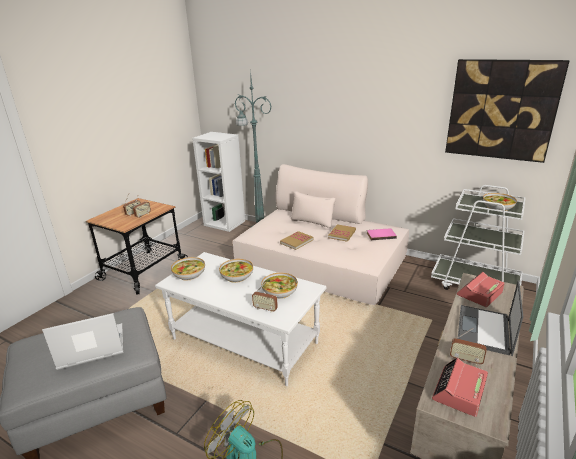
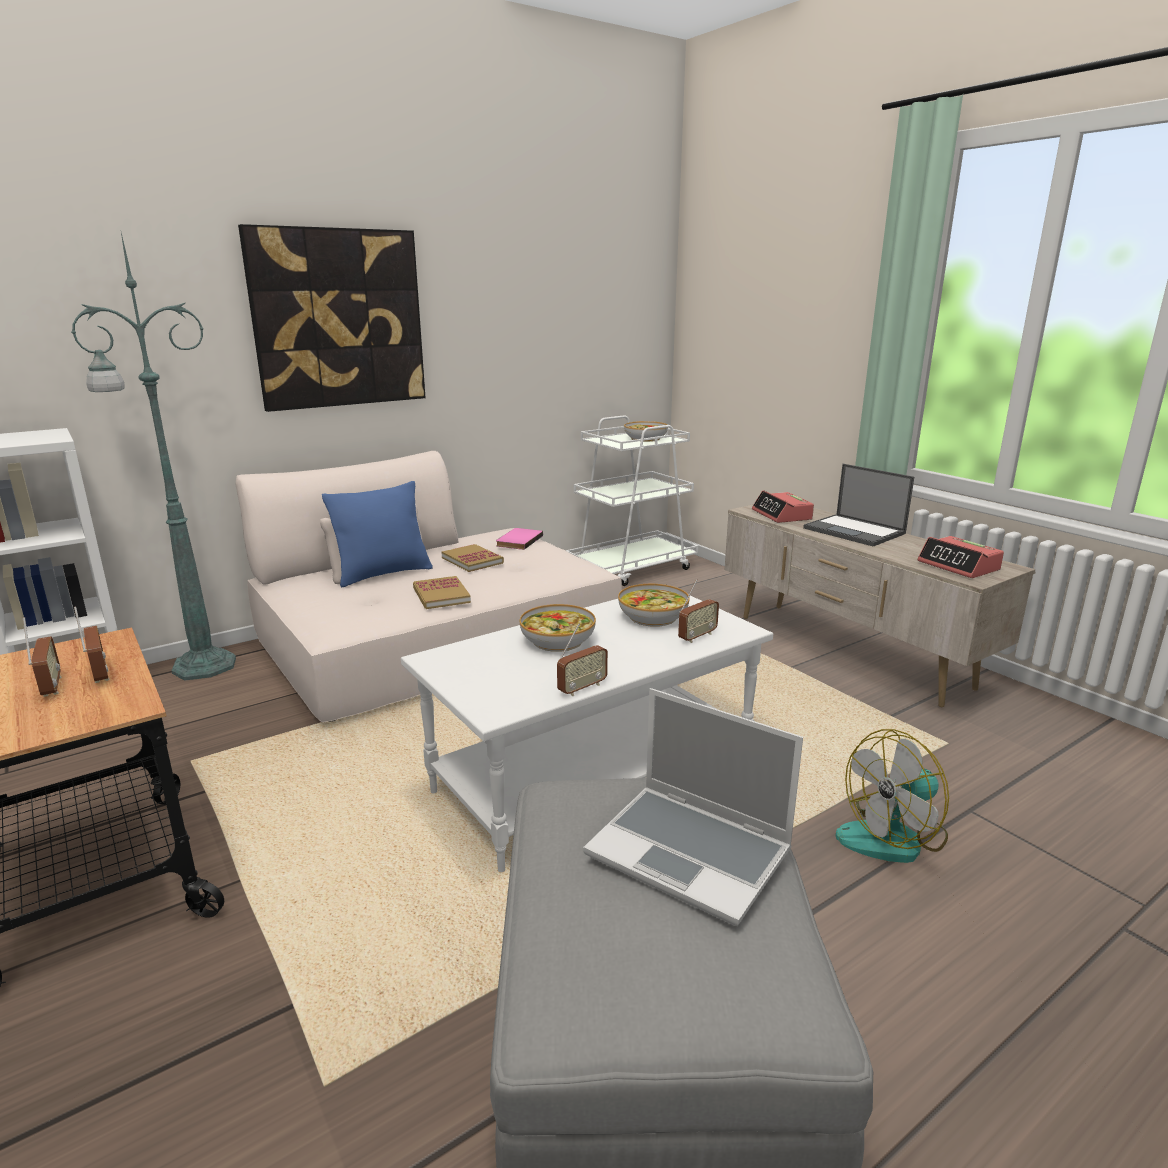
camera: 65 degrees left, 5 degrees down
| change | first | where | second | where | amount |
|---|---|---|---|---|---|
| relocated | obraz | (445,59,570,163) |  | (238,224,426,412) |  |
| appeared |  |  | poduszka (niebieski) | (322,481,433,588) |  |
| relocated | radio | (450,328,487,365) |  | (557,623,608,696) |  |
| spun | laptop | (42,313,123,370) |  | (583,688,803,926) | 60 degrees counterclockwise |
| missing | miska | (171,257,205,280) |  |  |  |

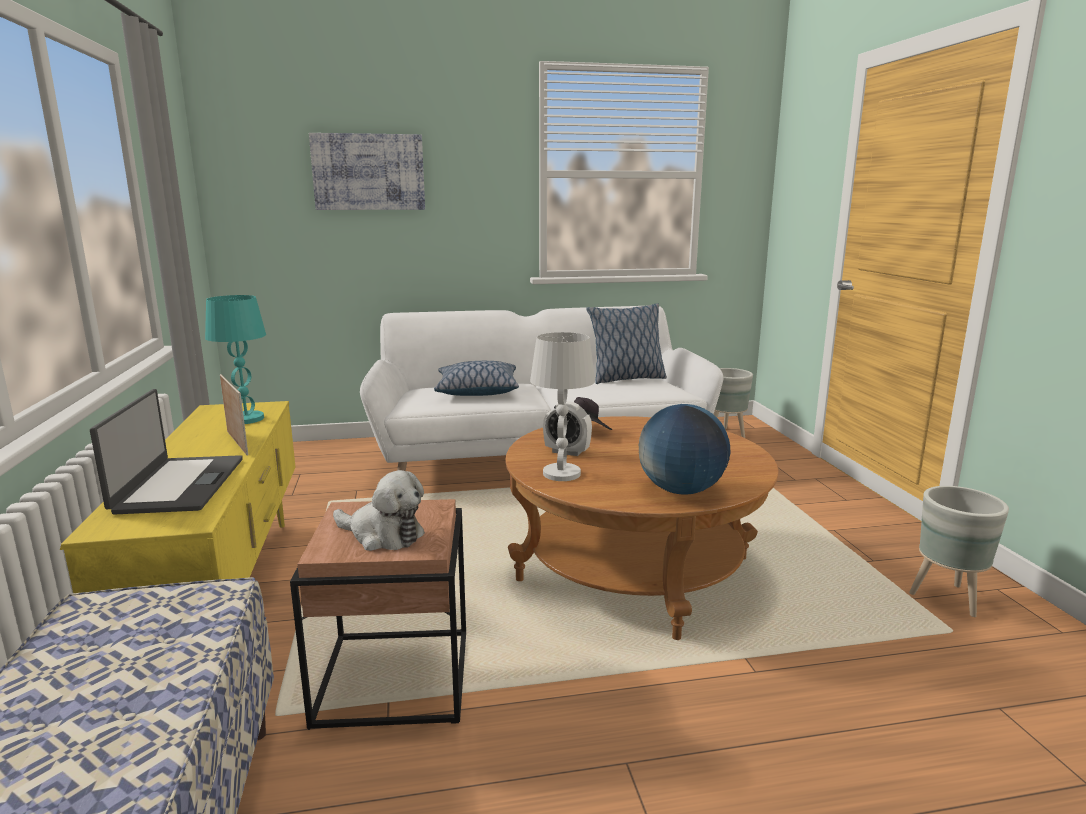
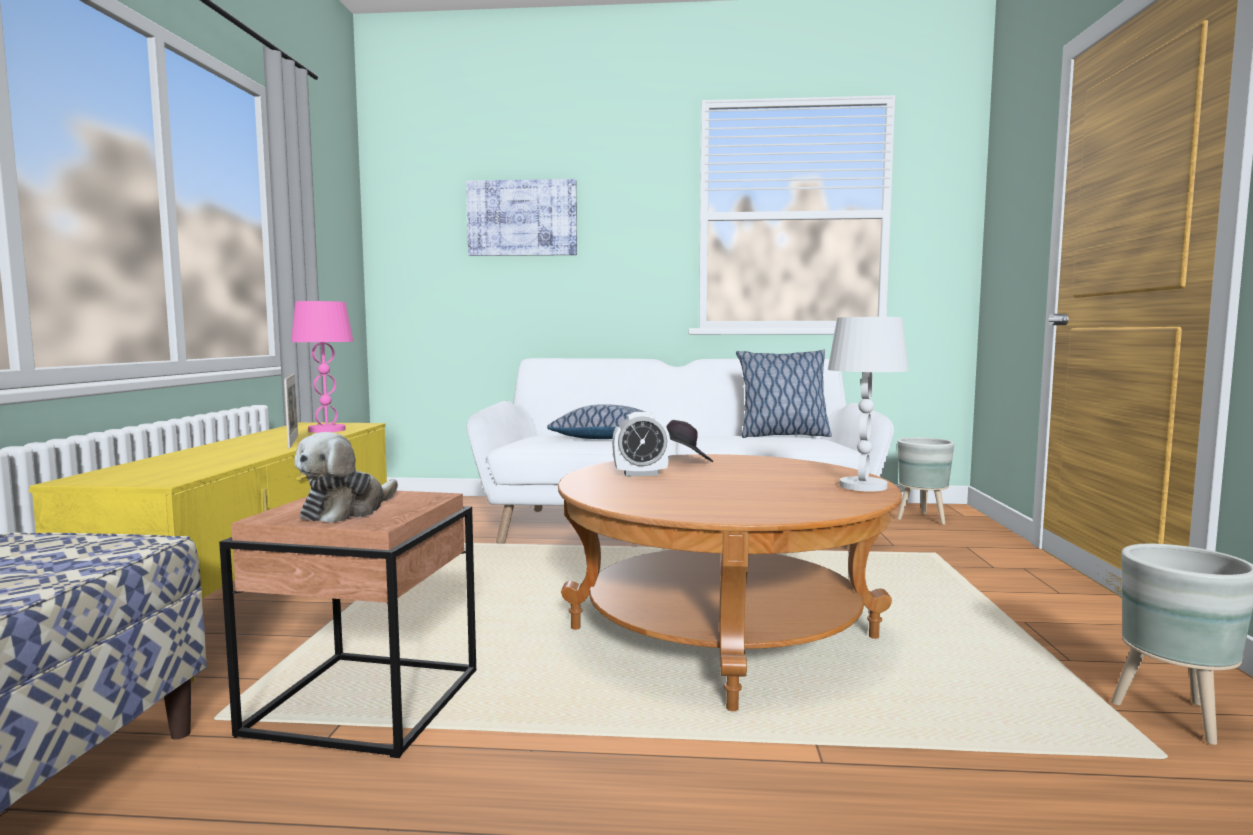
camera: 15 degrees right, 10 degrees down
| change | first | where | second | where | amount |
|---|---|---|---|---|---|
| colour | lampa stołowa (turkusowy) | (205,295,266,424) | lampa stołowa (różowy) | (291,301,354,433) |  |
| spun | pluszak | (333,470,425,551) |  | (294,432,398,523) | 75 degrees clockwise |
| spun | budzik | (543,401,592,456) |  | (612,412,670,476) | 45 degrees counterclockwise |
| relocated | lampa stołowa (biały) | (530,332,595,481) |  | (828,317,909,492) |  |
| missing | laptop | (90,389,243,515) |  |  |  |
| missing | globus | (639,404,730,495) |  |  |  |

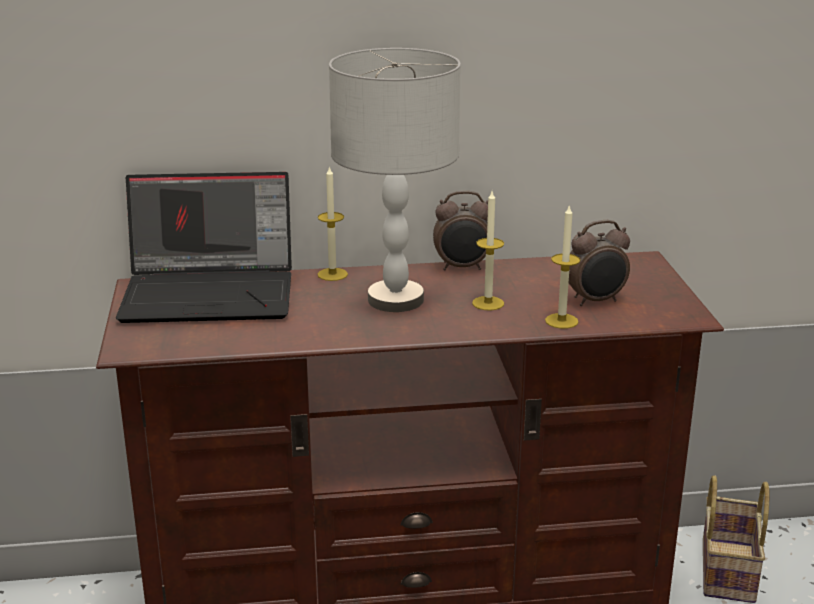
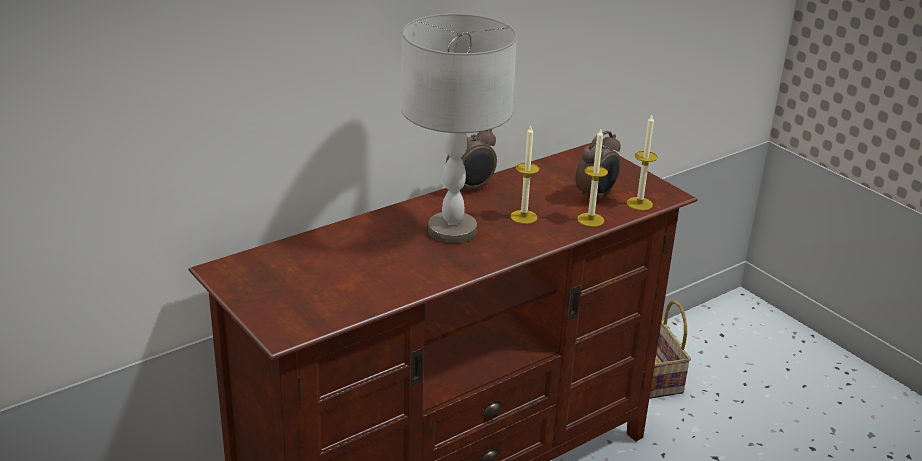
camera: 30 degrees left, 5 degrees up
| change | first | where | second | where | amount |
|---|---|---|---|---|---|
| relocated | świeca | (317,166,348,281) |  | (627,115,658,210) |  |
| missing | laptop | (116,172,292,323) |  |  |  |

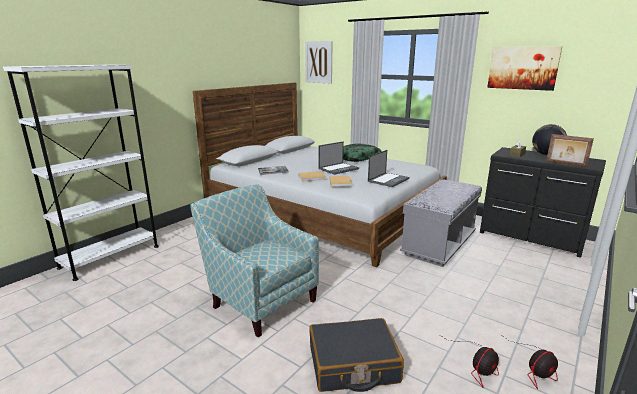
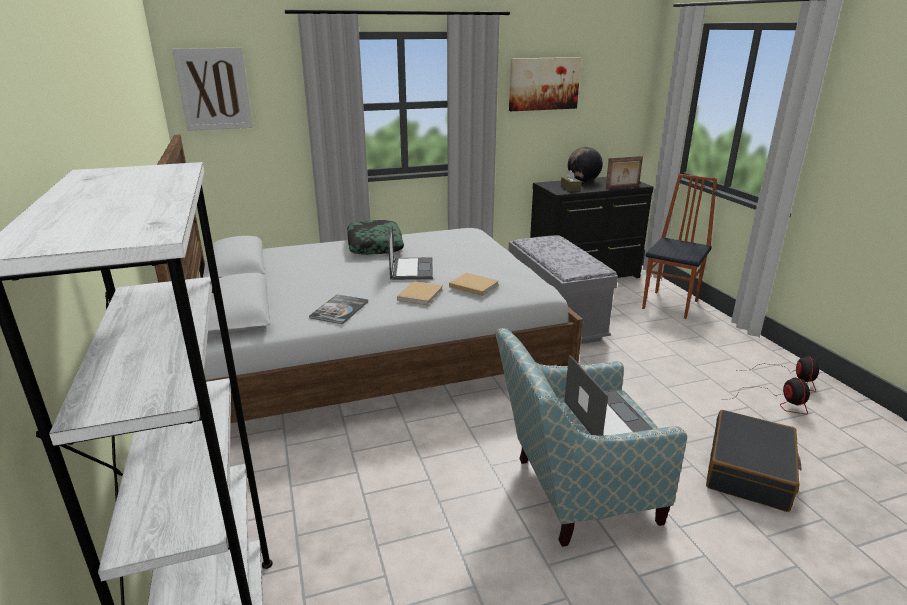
camera: 55 degrees left, 5 degrees up
| change | first | where | second | where | amount |
|---|---|---|---|---|---|
| relocated | laptop | (368,150,409,187) |  | (564,355,653,435) |  |
| appeared |  |  | krzesło | (642,174,717,319) |  |

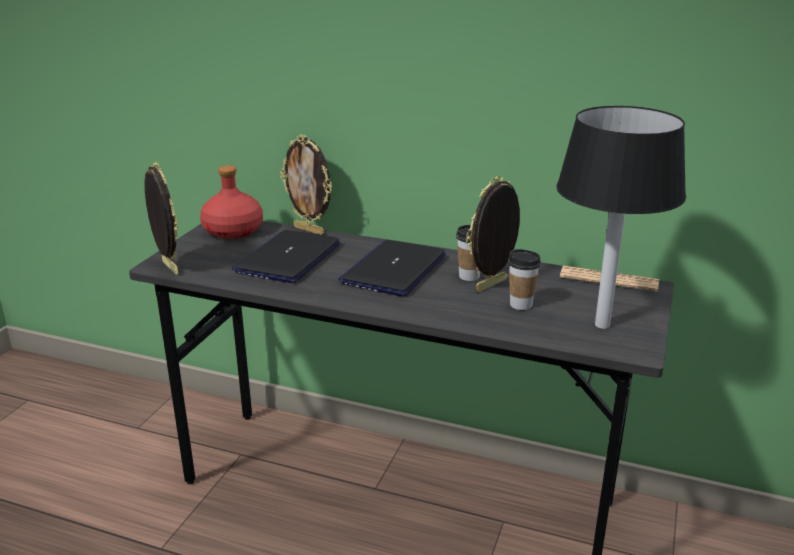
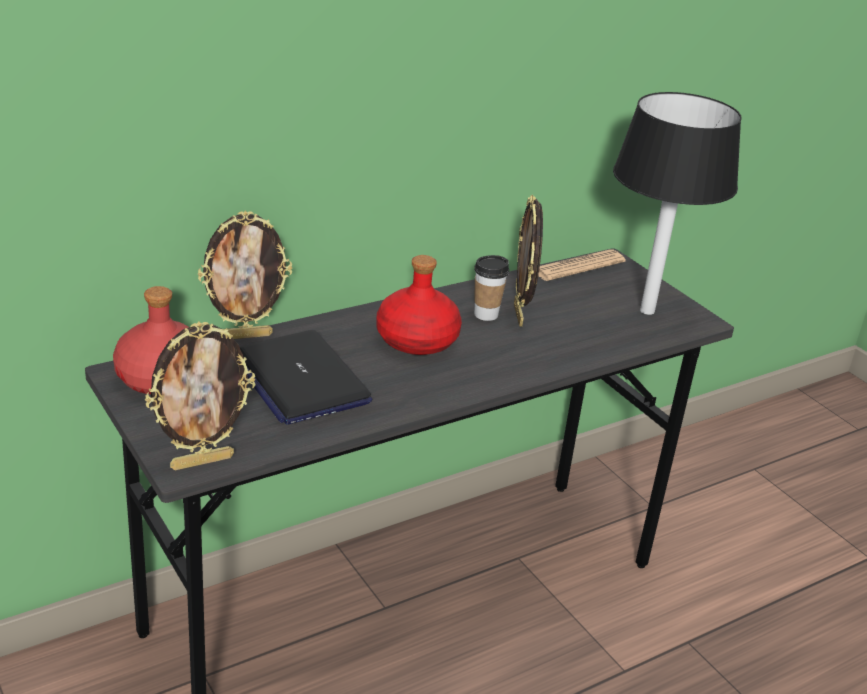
camera: 55 degrees left, 5 degrees up
| change | first | where | second | where | amount |
|---|---|---|---|---|---|
| spun | ramka na zdjęcie | (144,162,178,275) |  | (145,322,255,470) | 150 degrees clockwise |
| exchanged | laptop | (339,240,446,296) | butelka (czerwony) | (376,255,462,355) |  |
| missing | filiżanka | (508,249,541,310) |  |  |  |

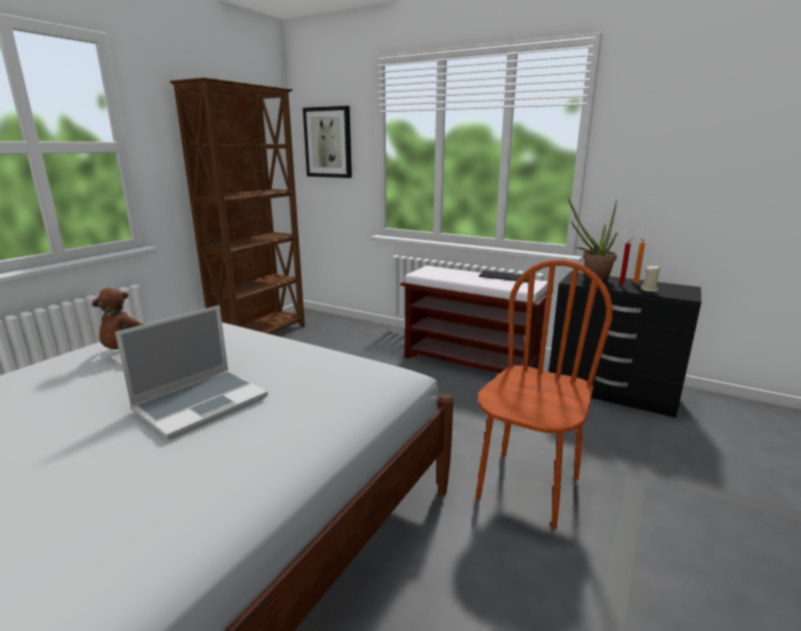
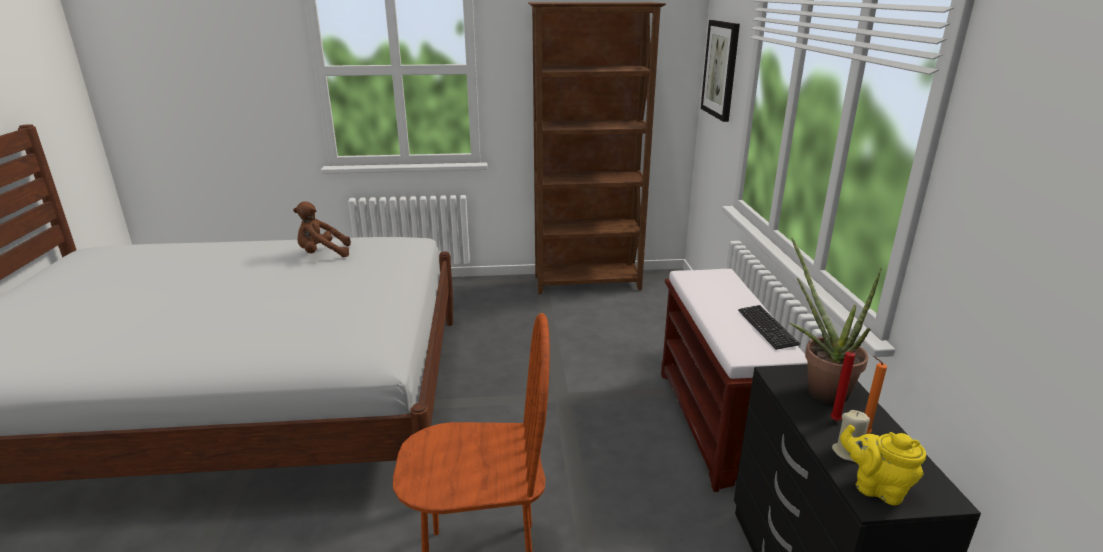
camera: 55 degrees right, 5 degrees up
| change | first | where | second | where | amount |
|---|---|---|---|---|---|
| appeared |  |  | imbryk (żółty) | (840,425,926,505) |  |
| missing | laptop | (115,305,268,439) |  |  |  |

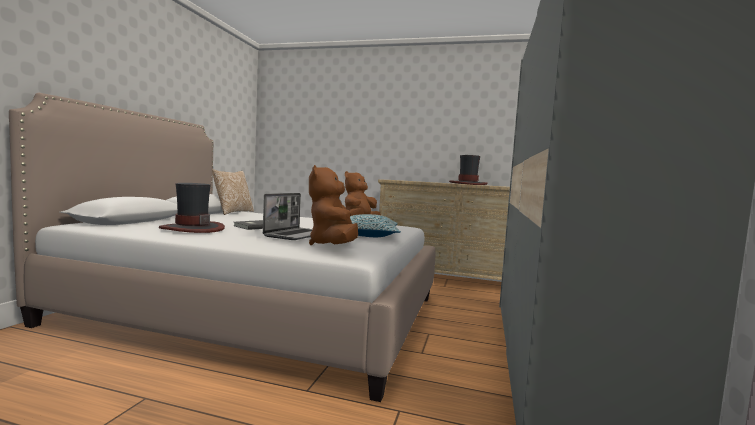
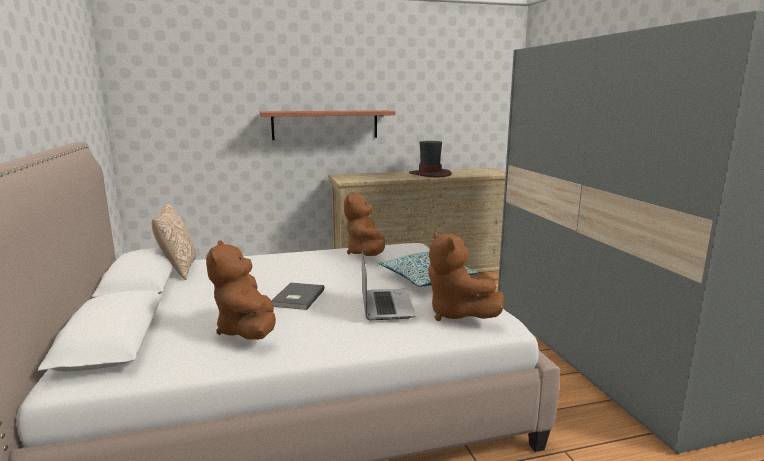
camera: 30 degrees left, 10 degrees up
| change | first | where | second | where | amount |
|---|---|---|---|---|---|
| exchanged | kapelusz | (159,183,225,233) | pluszak (brązowy) | (206,240,276,340) |  |
| appeared |  |  | półka | (260,110,395,140) |  |

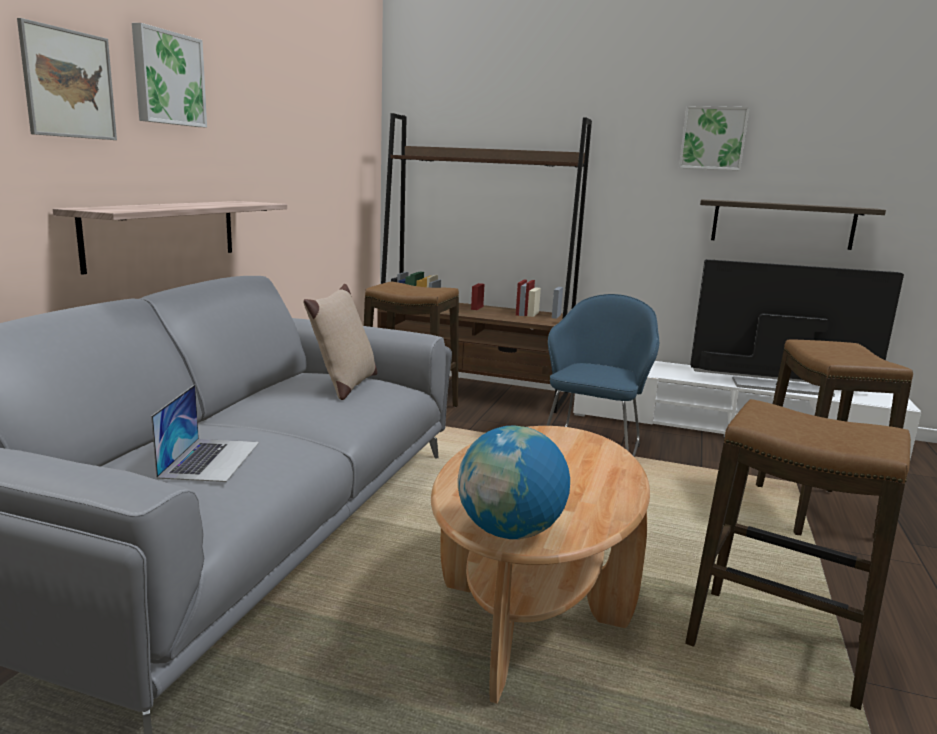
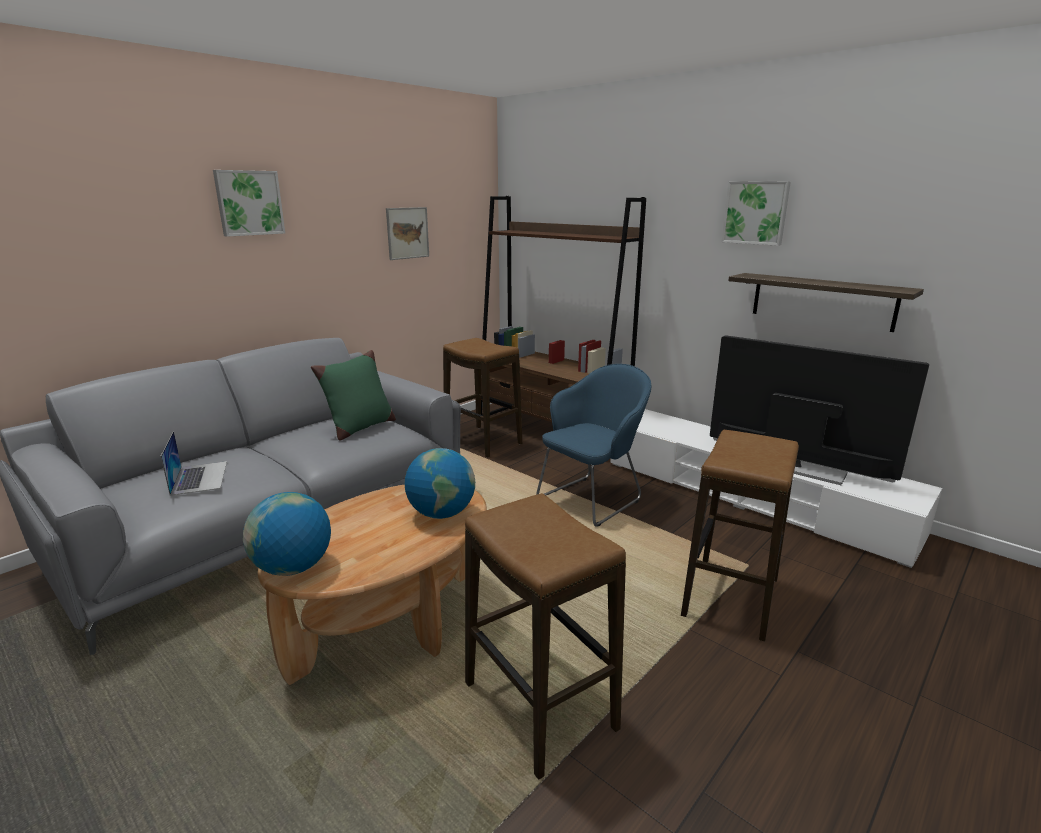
camera: 25 degrees right, 5 degrees up
| change | first | where | second | where | amount |
|---|---|---|---|---|---|
| spun | laptop | (151,384,259,482) |  | (161,431,227,496) | 45 degrees counterclockwise |
| colour | poduszka (beżowy) | (303,284,377,400) | poduszka (zielony) | (311,350,396,441) |  |
| relocated | obraz | (17,18,117,140) |  | (386,207,429,260) |  |
| appeared |  |  | globus | (405,448,475,519) |  |
| missing | półka | (53,201,287,275) |  |  |  |

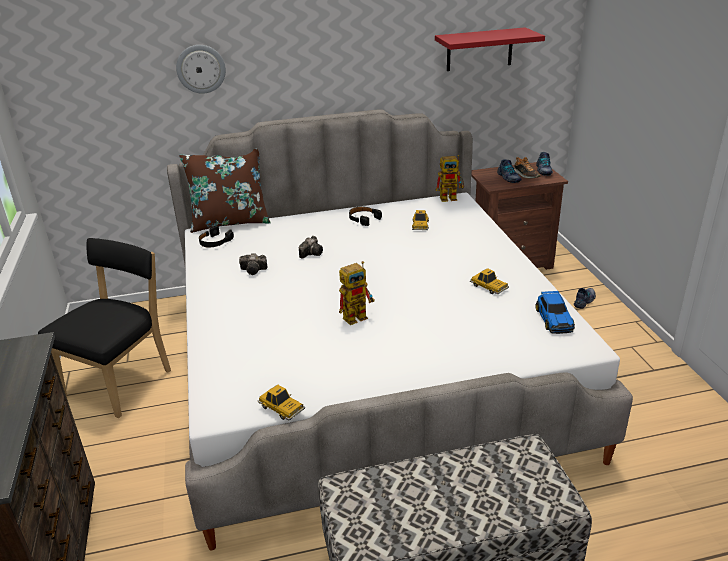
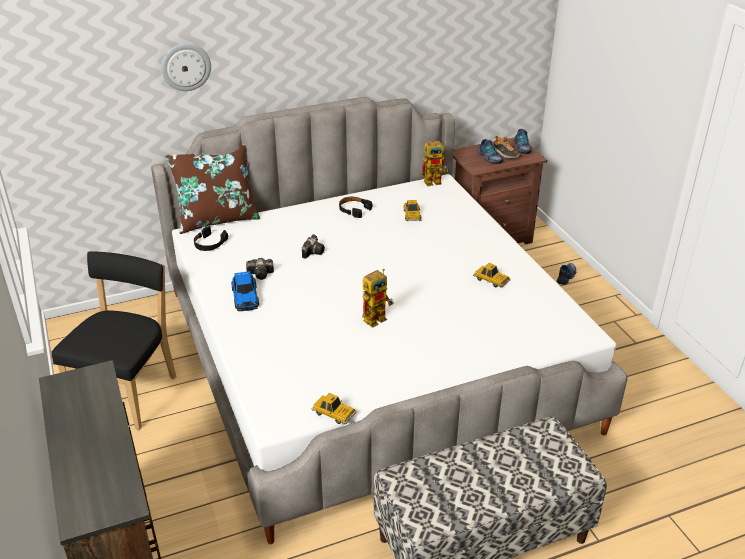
camera: 10 degrees left, 5 degrees up
| change | first | where | second | where | amount |
|---|---|---|---|---|---|
| relocated | samochodzik | (536,291,575,334) |  | (231,271,259,311) |  |
| missing | półka (czerwony) | (435,27,545,71) |  |  |  |

